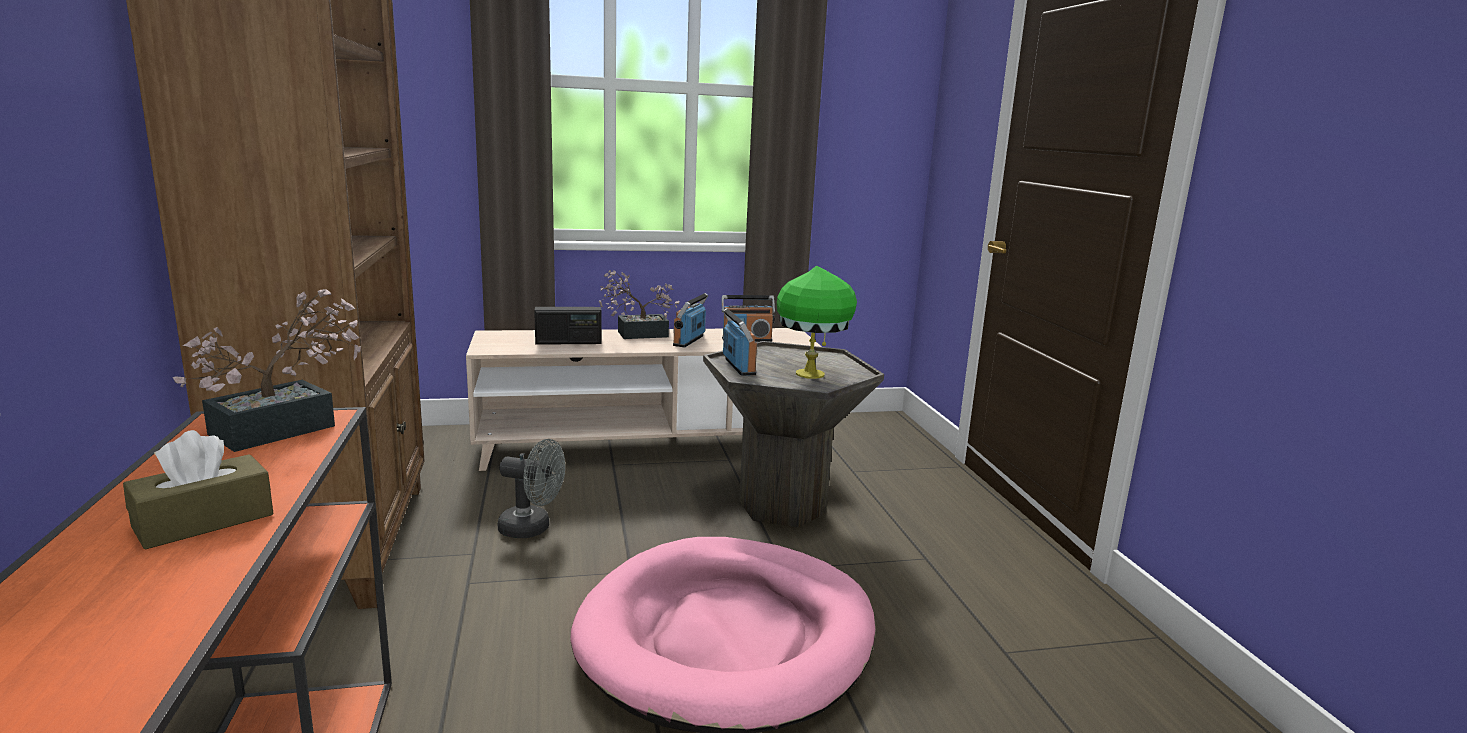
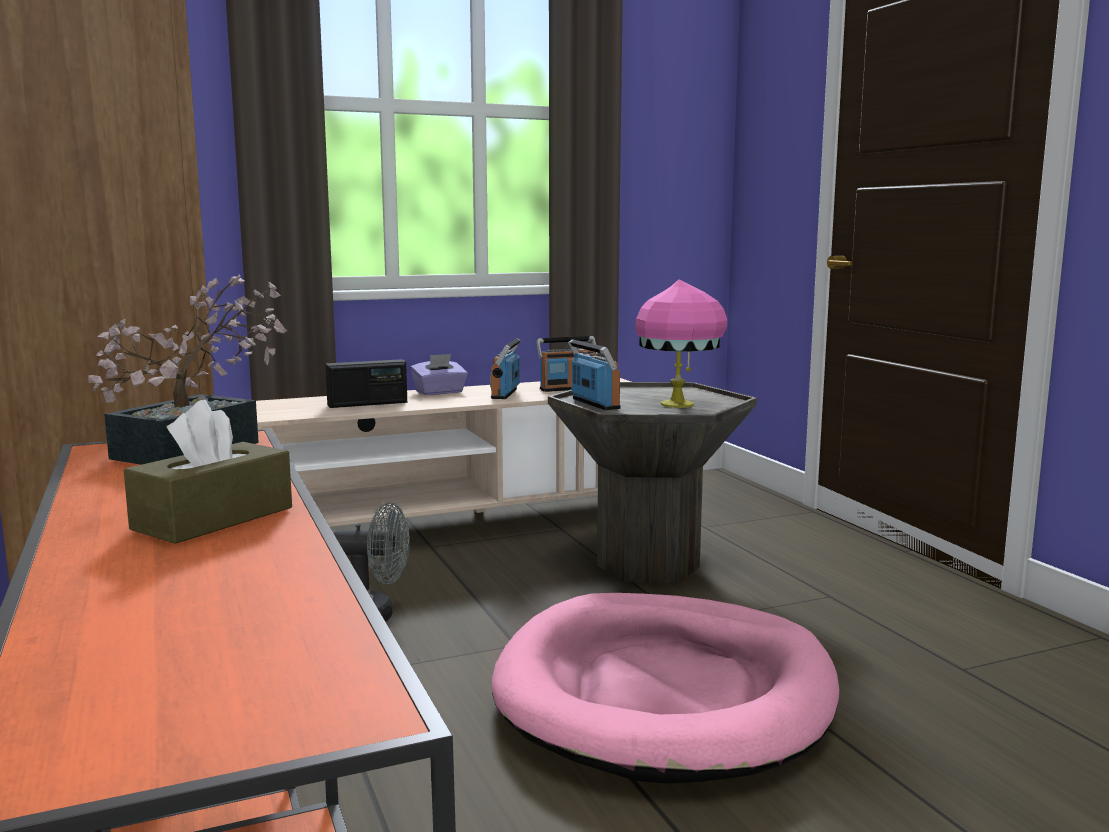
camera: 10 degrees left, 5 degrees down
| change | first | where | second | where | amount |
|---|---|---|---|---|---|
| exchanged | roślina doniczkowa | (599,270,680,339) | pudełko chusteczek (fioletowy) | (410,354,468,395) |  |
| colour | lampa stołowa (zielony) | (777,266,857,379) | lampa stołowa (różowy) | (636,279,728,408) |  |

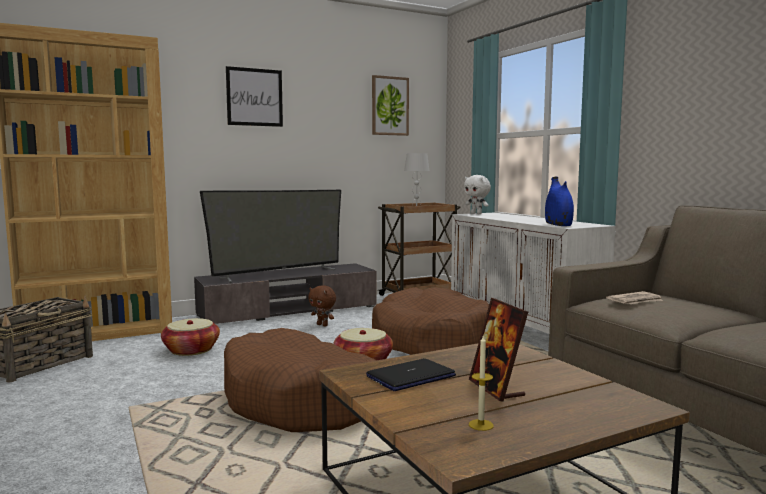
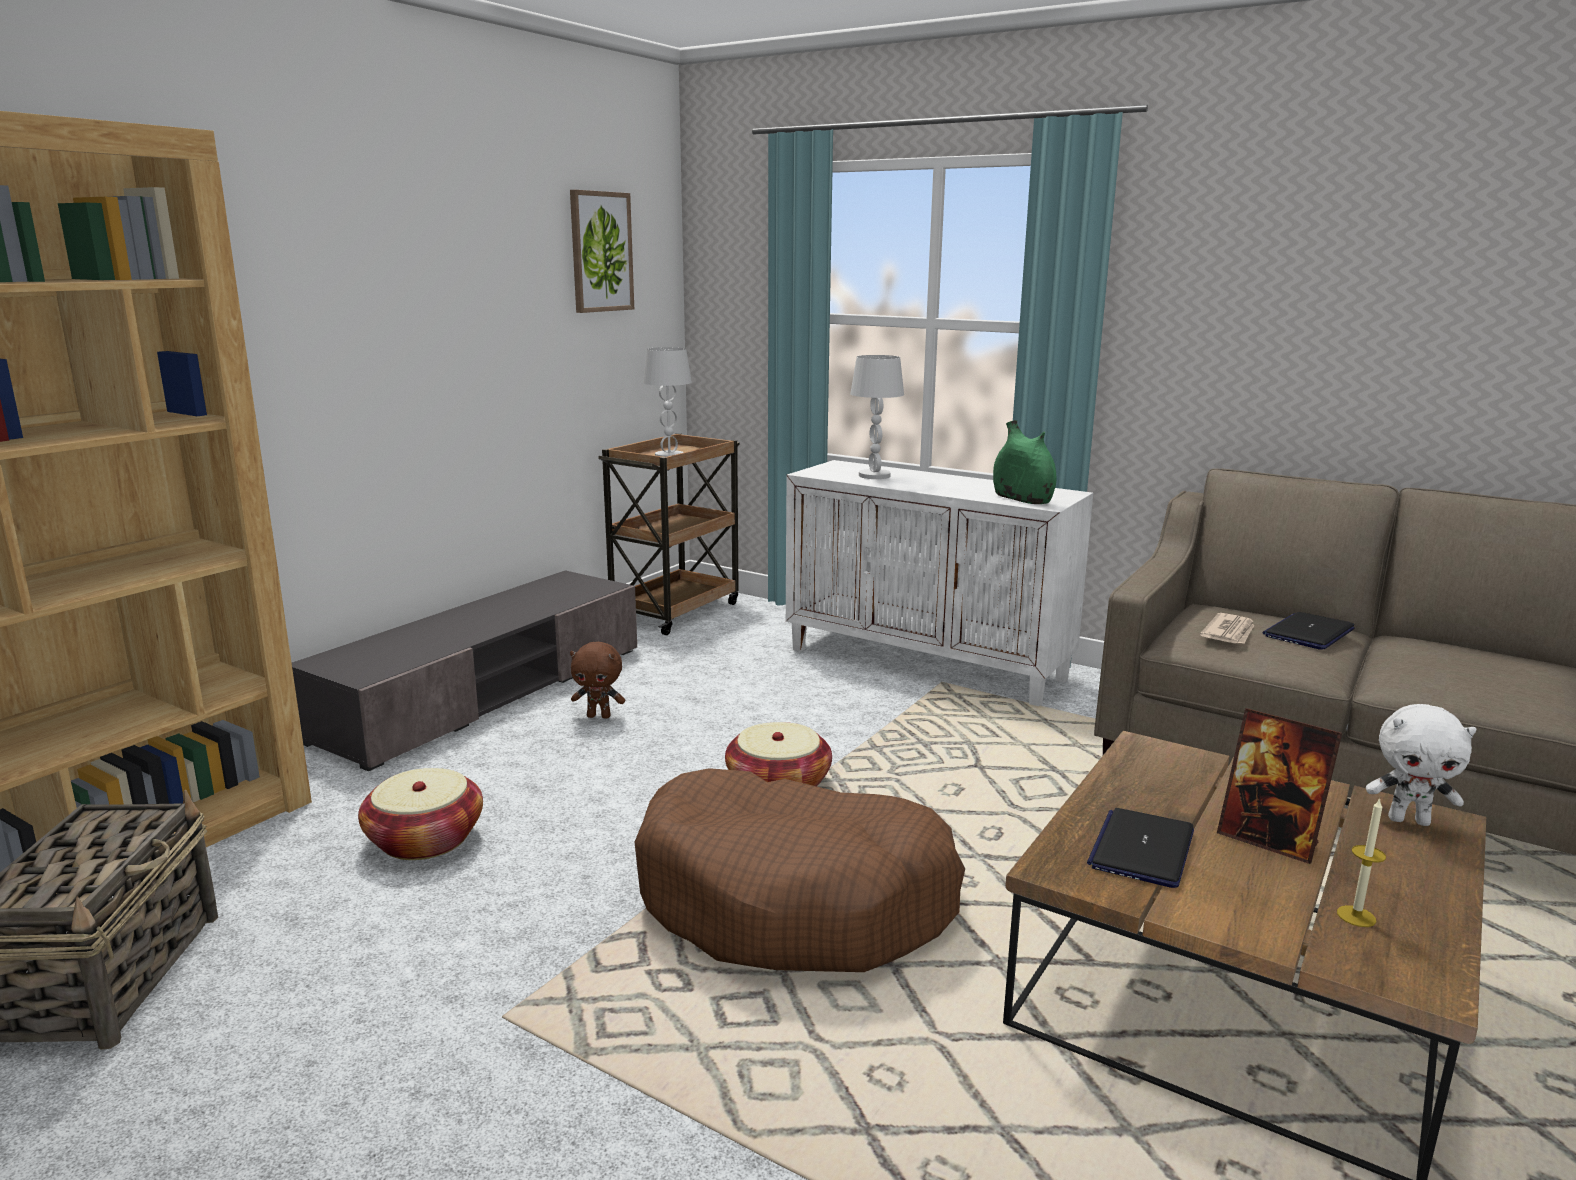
camera: 30 degrees left, 10 degrees up
| change | first | where | second | where | amount |
|---|---|---|---|---|---|
| appeared |  |  | lampa stołowa (biały) | (850,355,904,479) |  |
| colour | wazon (niebieski) | (545,177,574,226) | wazon (zielony) | (993,420,1056,504) |  |
| appeared |  |  | laptop | (1263,612,1355,650) |  |
| relocated | pluszak (biały) | (464,175,491,214) |  | (1366,704,1476,826) |  |
| missing | telewizor | (200,190,341,283) |  |  |  |
| missing | obraz | (226,66,283,127) |  |  |  |
| missing | legowisko (brązowy) | (372,287,489,355) |  |  |  |

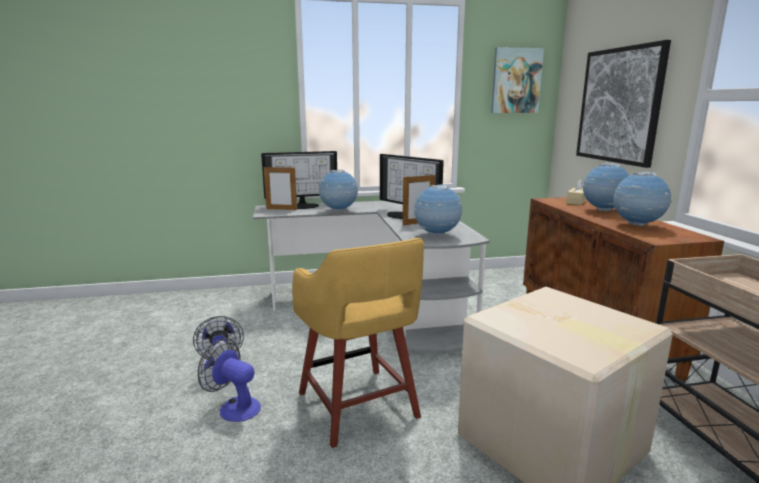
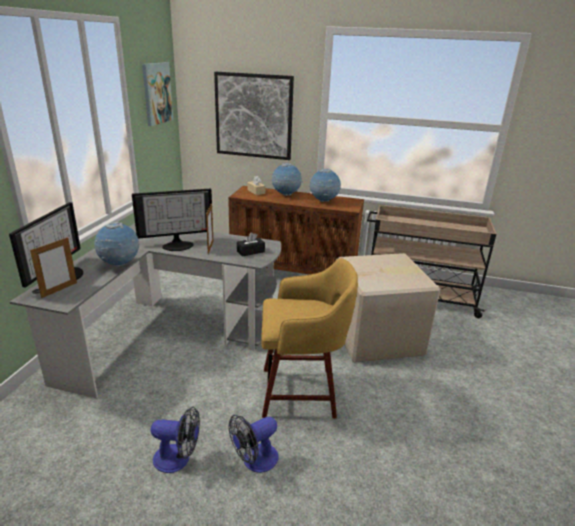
camera: 65 degrees left, 10 degrees up
| change | first | where | second | where | amount |
|---|---|---|---|---|---|
| exchanged | globus | (414,184,462,236) | pudełko chusteczek (czarny) | (237,232,265,257) |  |

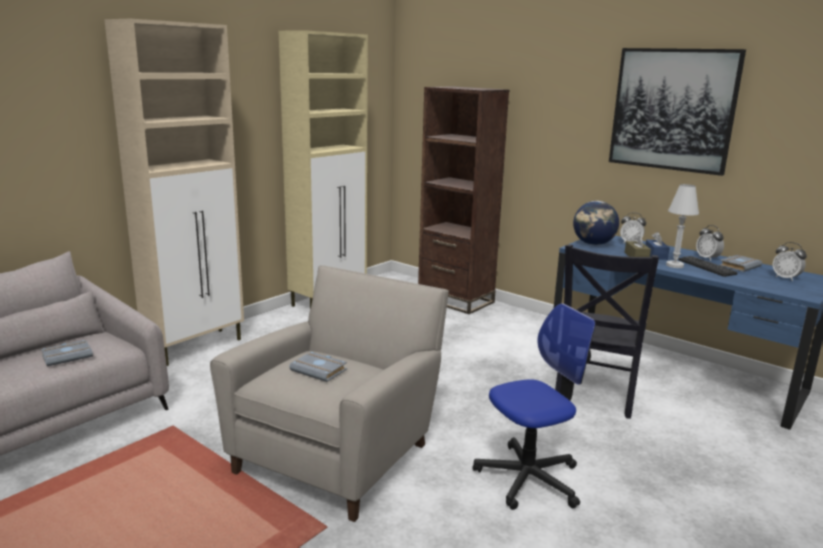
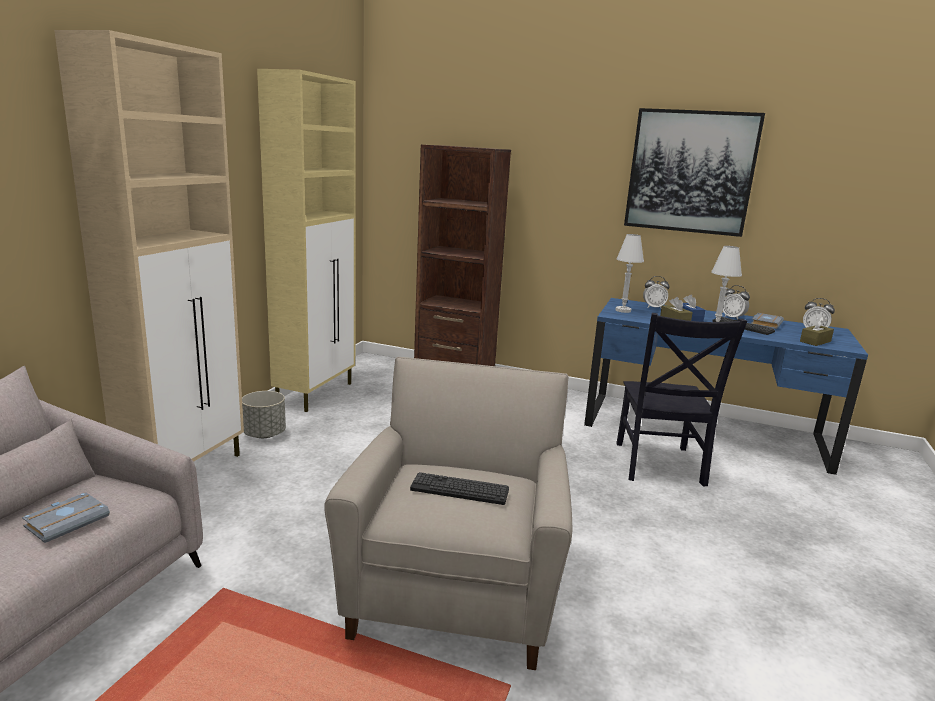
camera: 20 degrees left, 0 degrees up
| change | first | where | second | where | amount |
|---|---|---|---|---|---|
| appeared |  |  | donica (szary) | (242,391,286,438) |  |
| exchanged | książka (szary) | (289,352,347,382) | klawiatura | (410,472,509,505) |  |
| exchanged | globus | (573,201,619,245) | lampa stołowa (biały) | (615,234,644,313) |  |
| appeared |  |  | pudełko chusteczek (brązowy) | (800,316,834,346) |  |
| missing | krzesło biurowe | (472,303,596,510) |  |  |  |

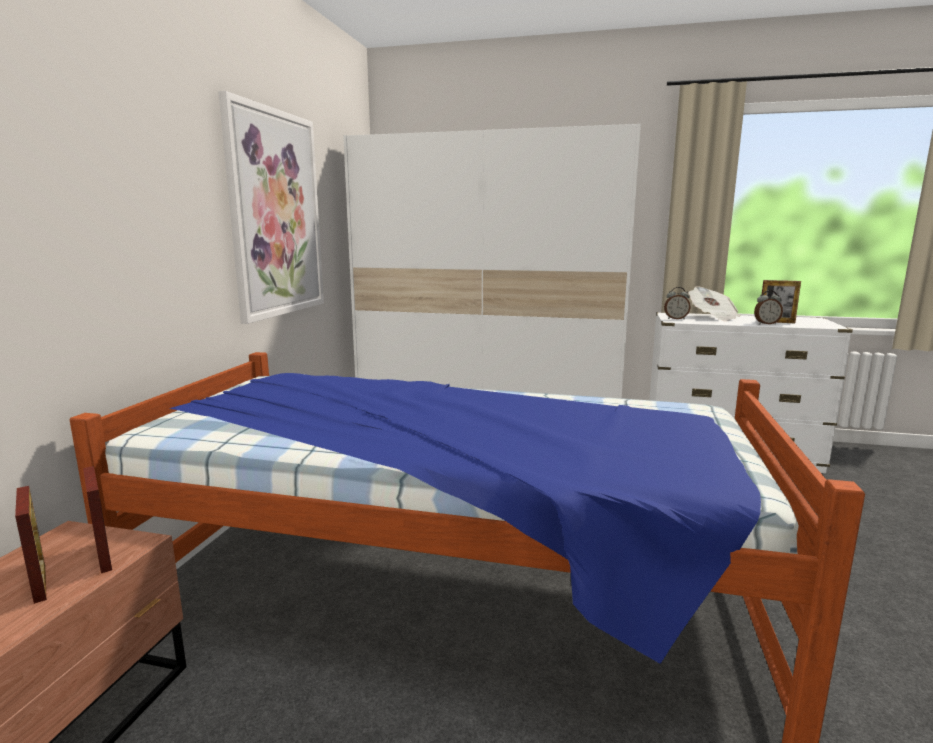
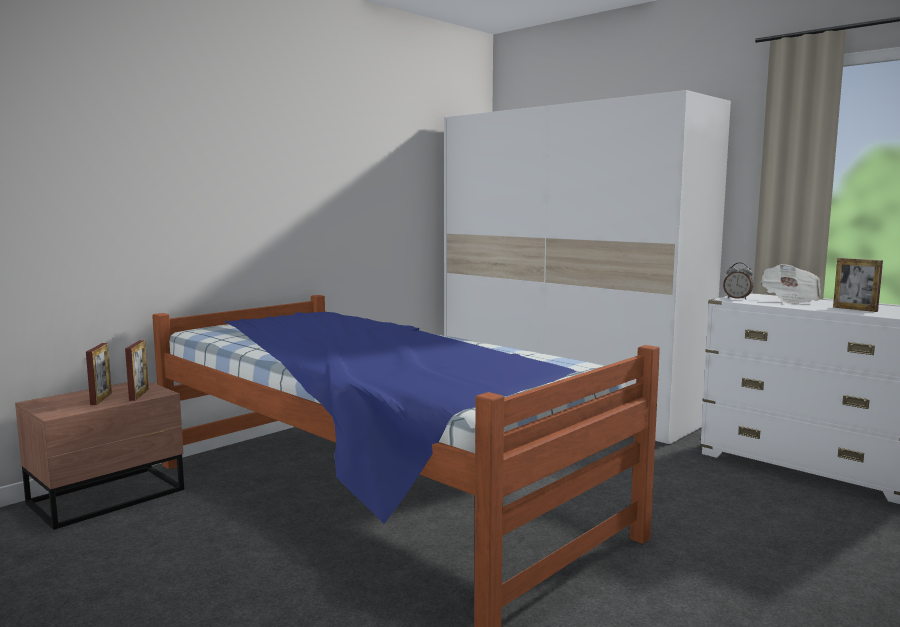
camera: 30 degrees right, 5 degrees down
| change | first | where | second | where | amount |
|---|---|---|---|---|---|
| missing | obraz | (218,91,324,324) |  |  |  |
| missing | budzik | (754,290,783,324) |  |  |  |

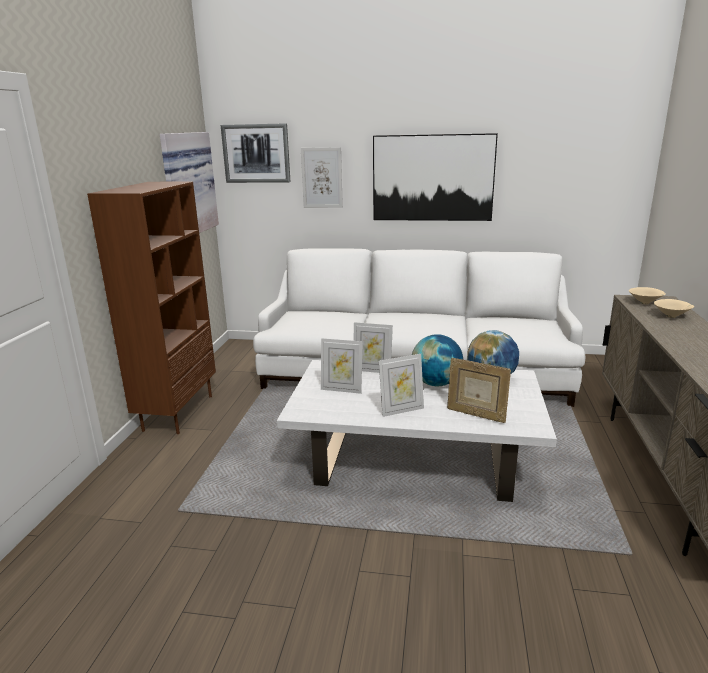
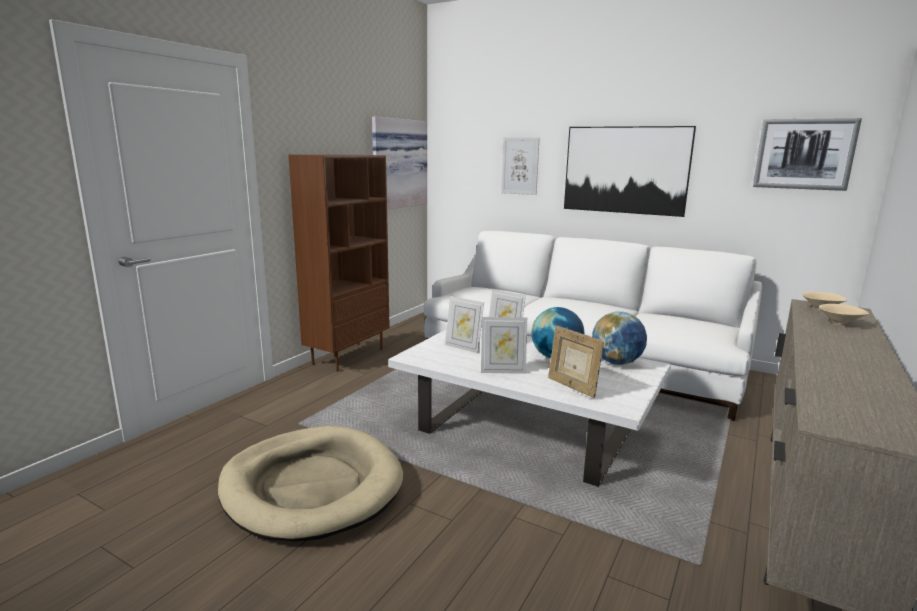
camera: 20 degrees right, 5 degrees down
| change | first | where | second | where | amount |
|---|---|---|---|---|---|
| appeared |  |  | legowisko (beżowy) | (218,426,403,542) |  |
| relocated | obraz | (221,123,290,183) |  | (753,118,862,191) |  |

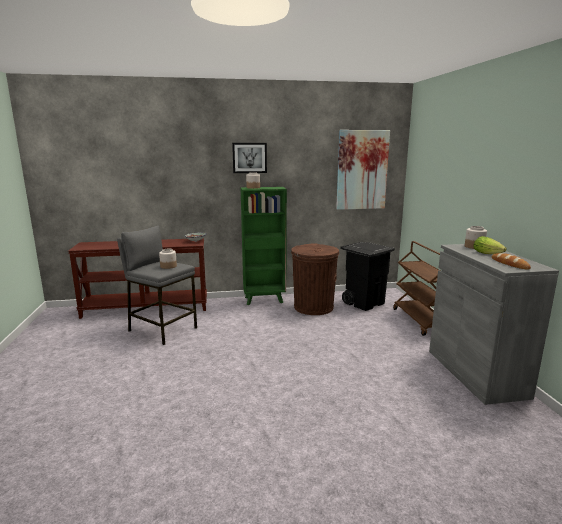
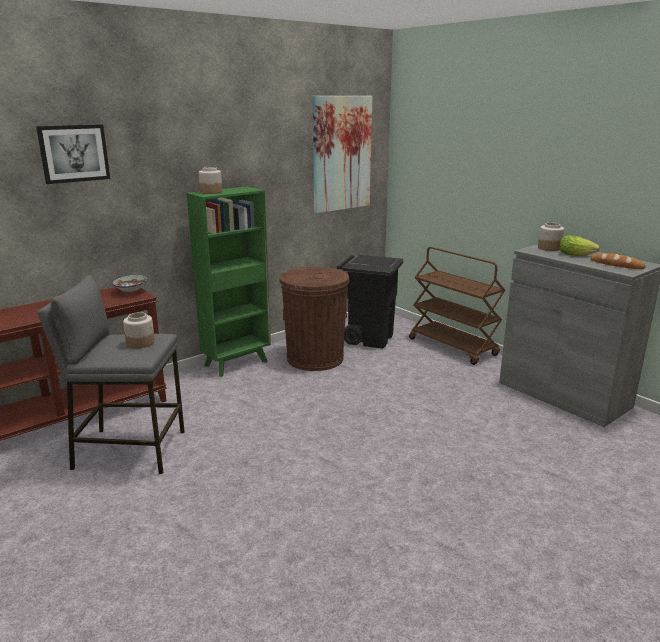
camera: 30 degrees left, 5 degrees up
| change | first | where | second | where | amount |
|---|---|---|---|---|---|
| relocated | obraz | (232,143,267,173) |  | (36,124,110,184) |  |

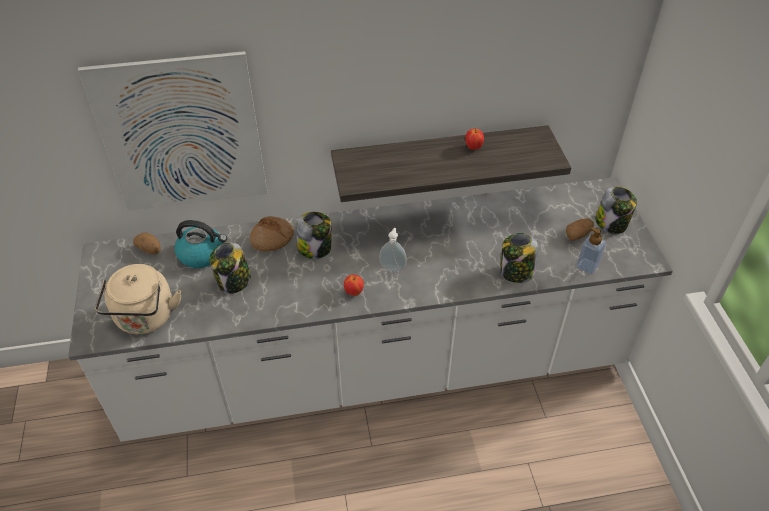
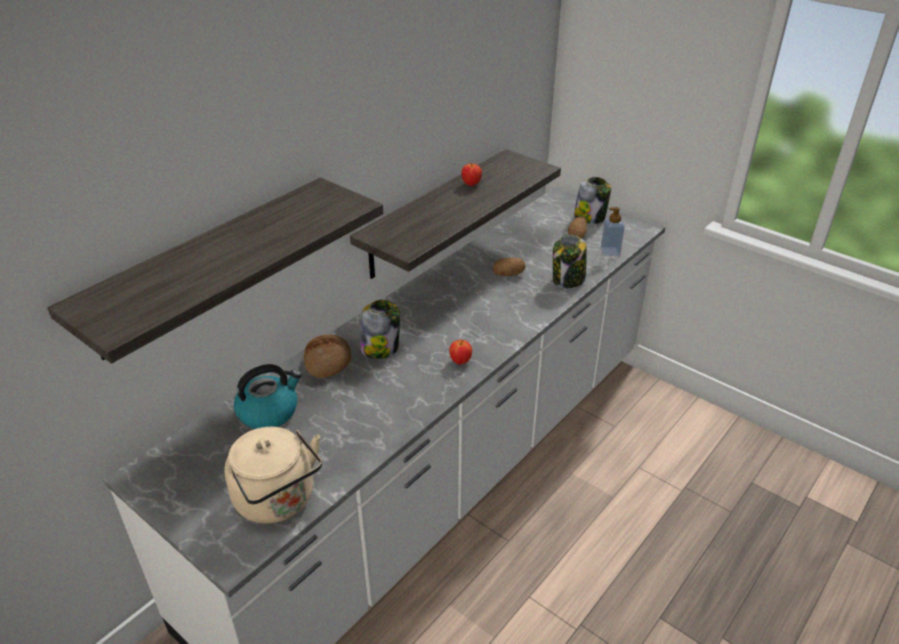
camera: 40 degrees left, 10 degrees down
| change | first | where | second | where | amount |
|---|---|---|---|---|---|
| exchanged | obraz | (78,51,268,210) | półka | (47,178,383,364) |  |
| relocated | ziemniak | (133,233,160,254) |  | (493,258,525,276) |  |
| missing | słoik | (209,242,251,294) |  |  |  |
| missing | dozownik mydła | (379,228,407,271) |  |  |  |

